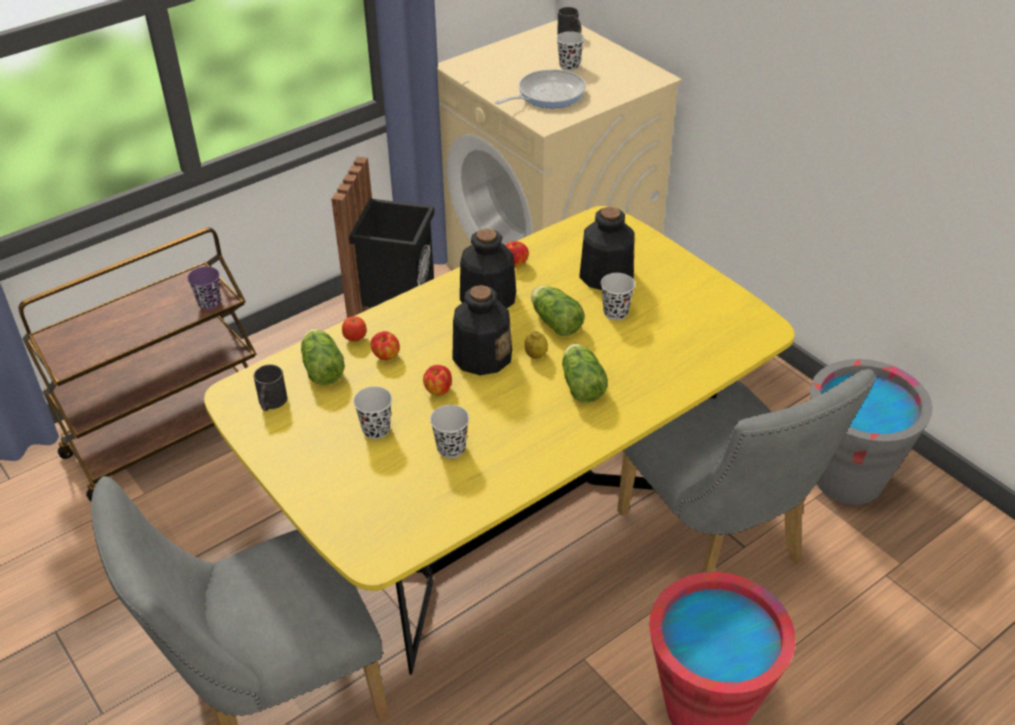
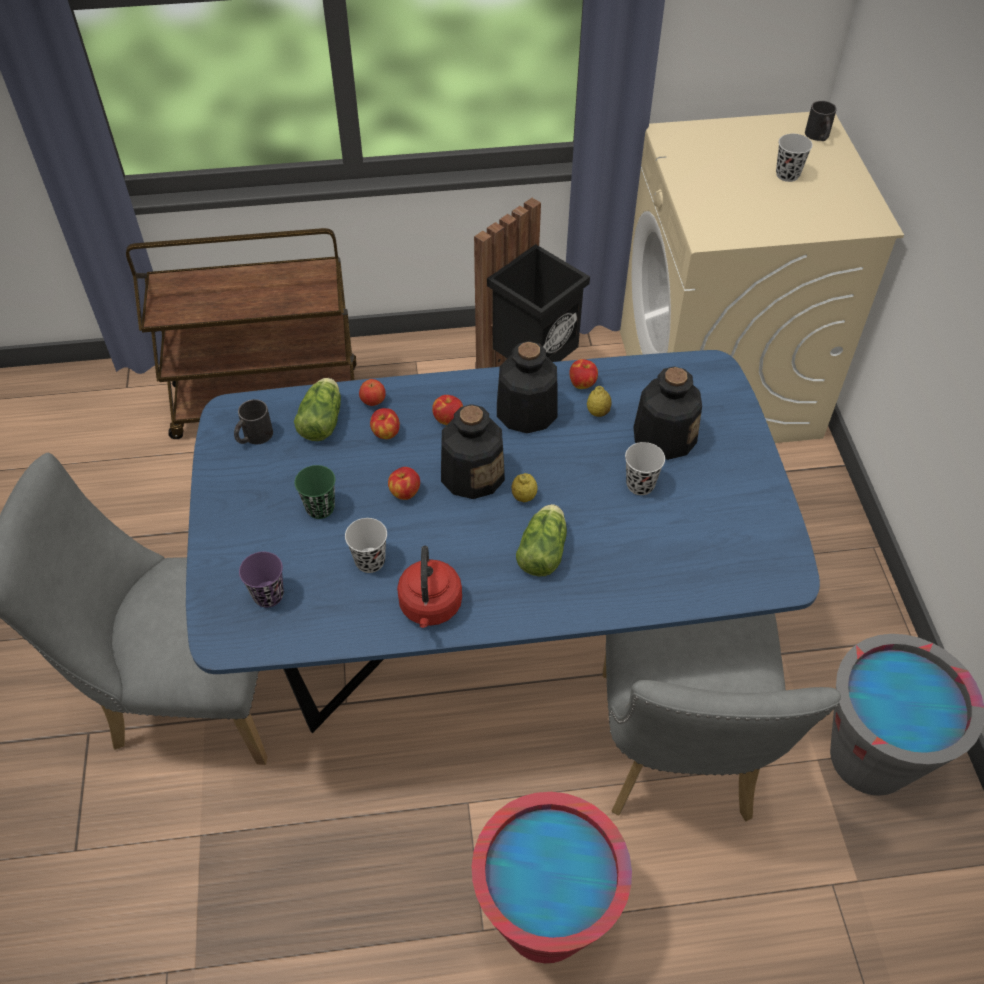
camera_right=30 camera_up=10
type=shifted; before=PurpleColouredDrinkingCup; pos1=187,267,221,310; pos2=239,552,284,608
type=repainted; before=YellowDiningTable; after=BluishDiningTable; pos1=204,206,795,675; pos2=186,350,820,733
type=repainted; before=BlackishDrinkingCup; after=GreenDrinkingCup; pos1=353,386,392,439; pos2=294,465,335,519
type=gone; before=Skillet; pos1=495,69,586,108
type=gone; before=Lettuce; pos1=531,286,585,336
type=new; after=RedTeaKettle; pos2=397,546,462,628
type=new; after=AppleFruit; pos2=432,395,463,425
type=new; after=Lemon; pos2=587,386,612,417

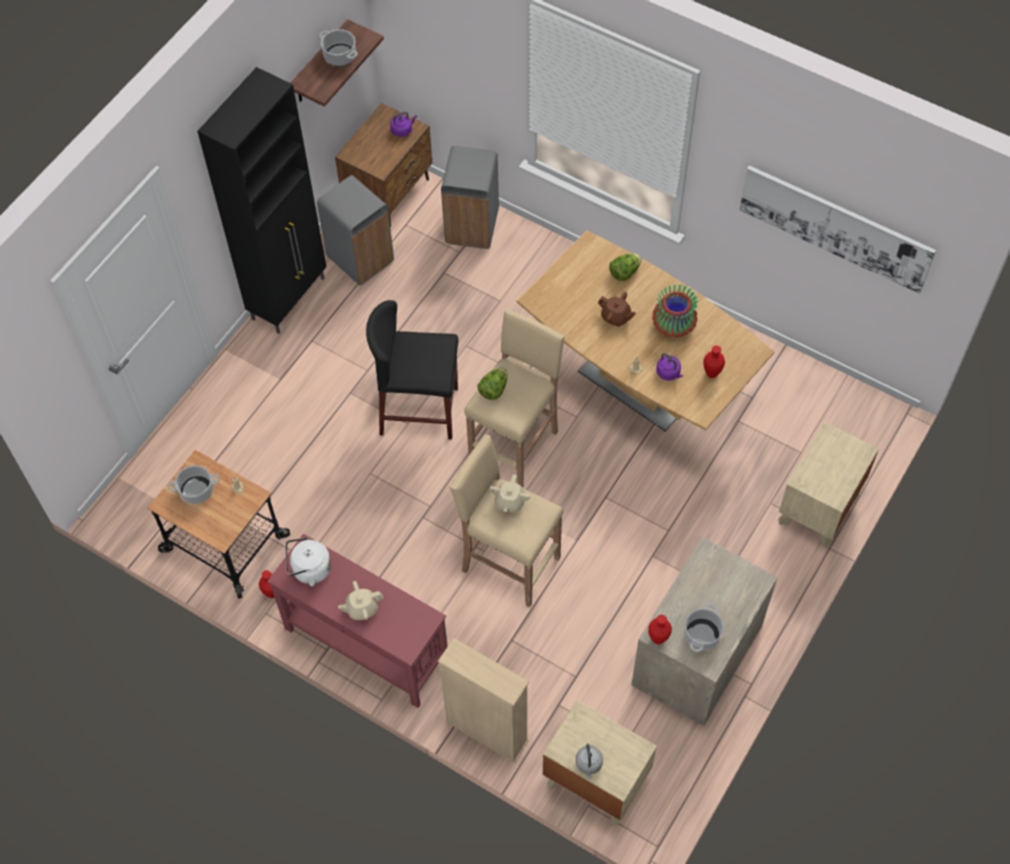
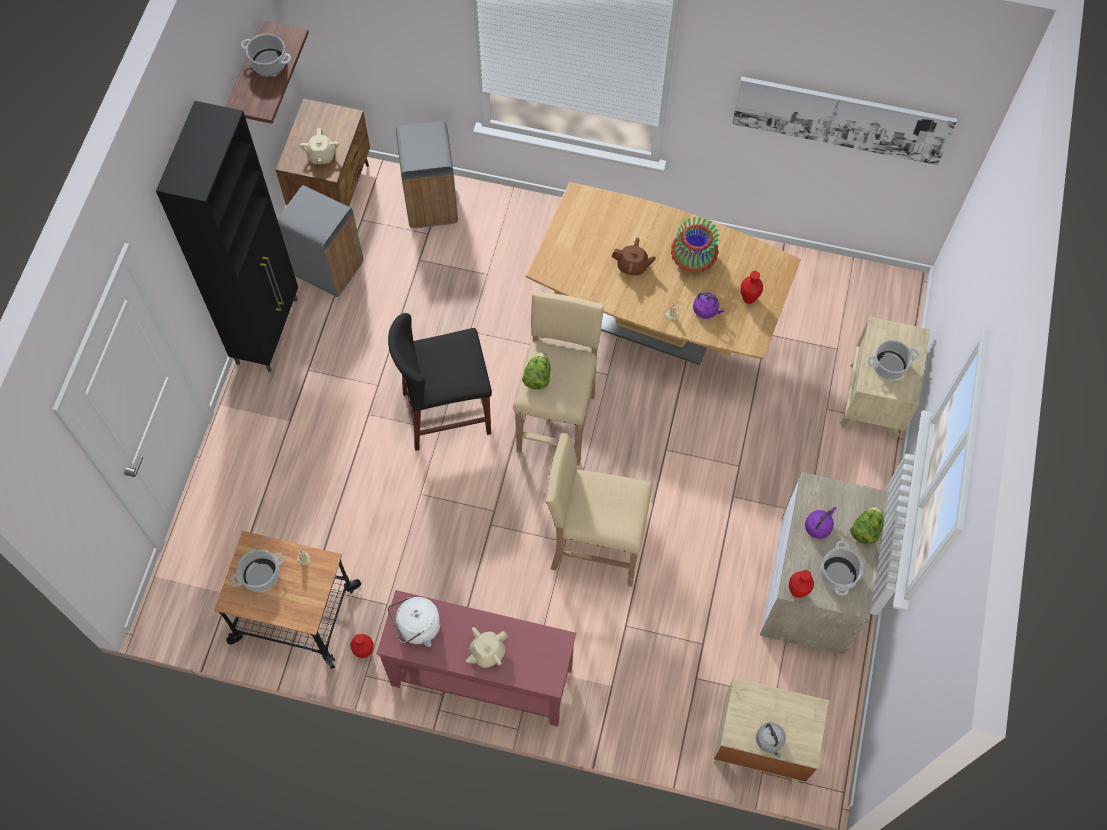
camera_right=-20 camera_up=5
type=shifted; before=PurpleColouredTeaKettle; pos1=390,112,417,137; pos2=805,507,836,539
type=gone; before=BeigeBookcase; pos1=438,638,529,763
type=shifted; before=BeigePotForTea; pos1=489,474,530,513; pos2=299,128,339,164
type=shifted; before=Lettuce; pos1=609,253,642,281; pos2=850,506,884,545
type=new; after=CookingPot; pos2=868,340,919,380

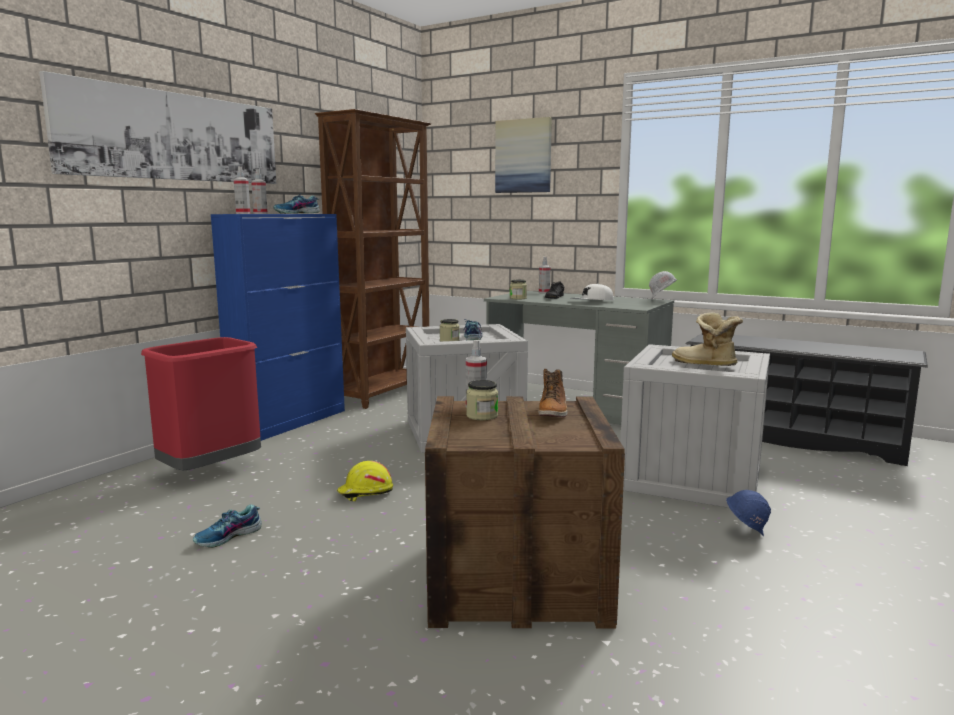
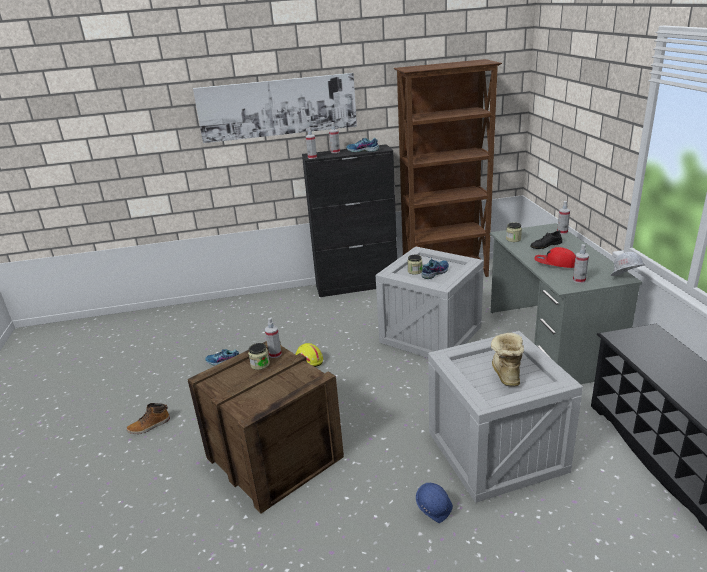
camera_right=50 camera_up=15
type=gone; before=RedWasteBin; pos1=141,337,261,471
type=repainted; before=BluishCabinet; after=BlackishCabinet; pos1=211,214,345,441; pos2=302,144,397,297
type=gone; before=WallPicture; pos1=495,117,552,193
type=shifted; before=Boot; pos1=539,369,568,417; pos2=127,403,170,434
type=repainted; before=WhitishPeakedCap; after=RedPeakedCap; pos1=571,283,614,300; pos2=534,247,575,268
type=new; after=HandSprayer; pos2=573,244,589,283

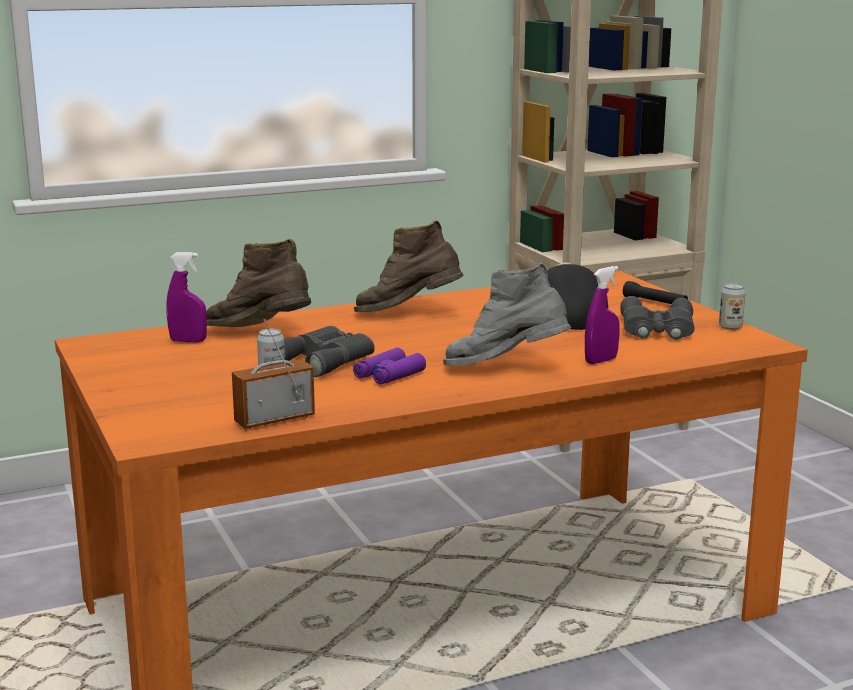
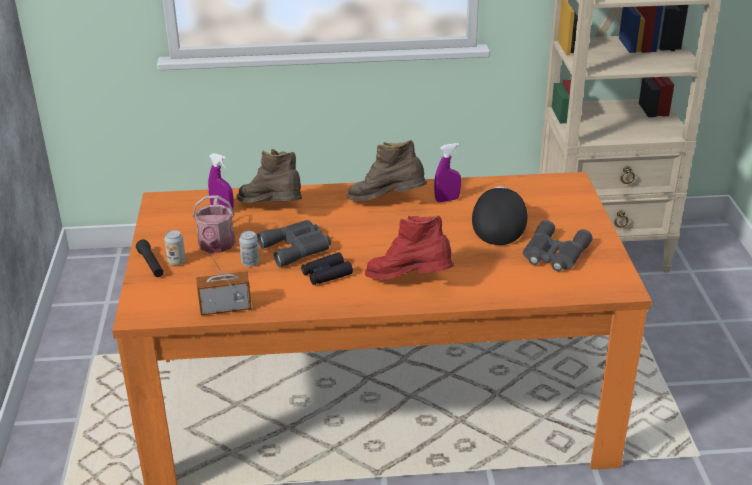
camera_right=20 camera_up=15
type=repainted; before=PurpleColouredPairOfBinoculars; after=BlackishPairOfBinoculars; pos1=353,348,426,385; pos2=301,252,353,285
type=repainted; before=GreyBoot; after=RedBoot; pos1=443,263,571,366; pos2=365,215,454,280
type=shifted; before=PurpleColouredHandSprayer; pos1=585,266,620,364; pos2=434,143,461,202
type=shifted; before=BlackishTorch; pos1=623,281,688,304; pos2=136,239,164,277
type=shifted; before=Can; pos1=719,283,746,330; pos2=164,230,186,266
type=new; after=WateringPot; pos2=193,195,235,253

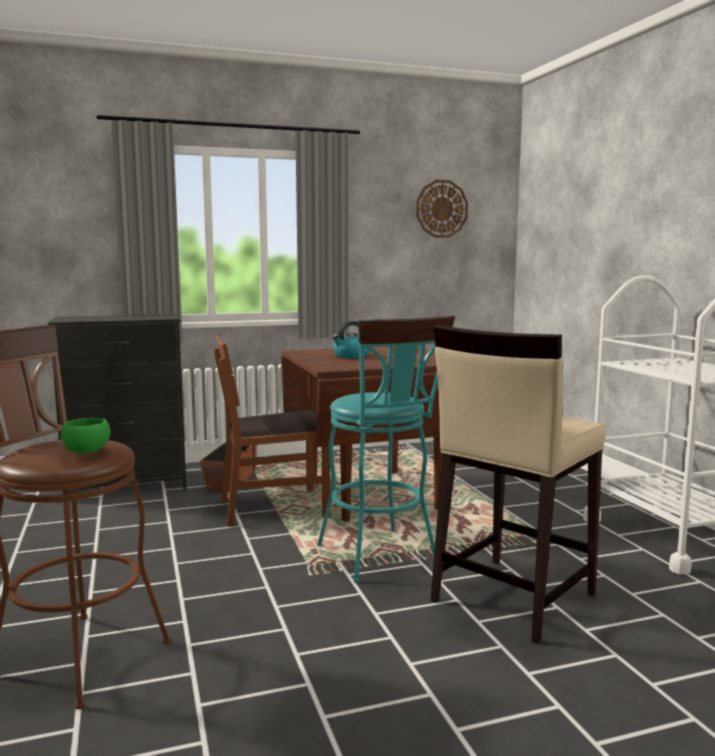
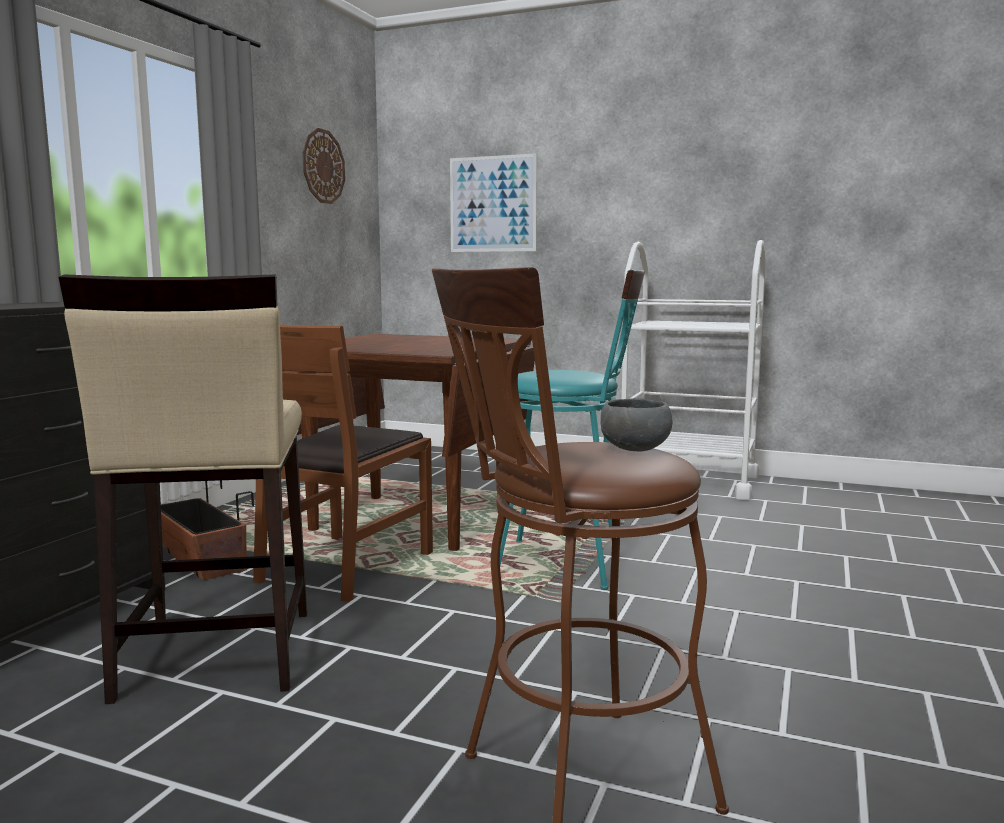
camera_right=-50 camera_up=0
type=repainted; before=GreenBowl; after=GreyBowl; pos1=61,418,110,454; pos2=601,398,672,451
type=gone; before=TeaKettle; pos1=332,321,370,358
type=shifted; before=BeigeSittingStool; pos1=430,325,606,644; pos2=59,274,307,704
type=new; after=WallPicture; pos2=450,153,537,252

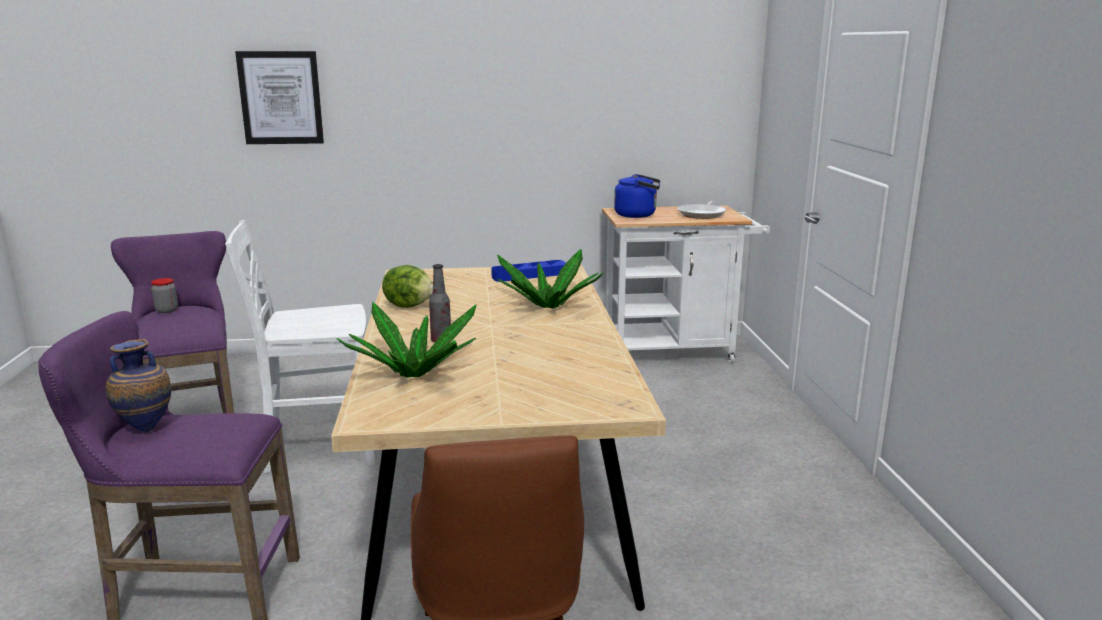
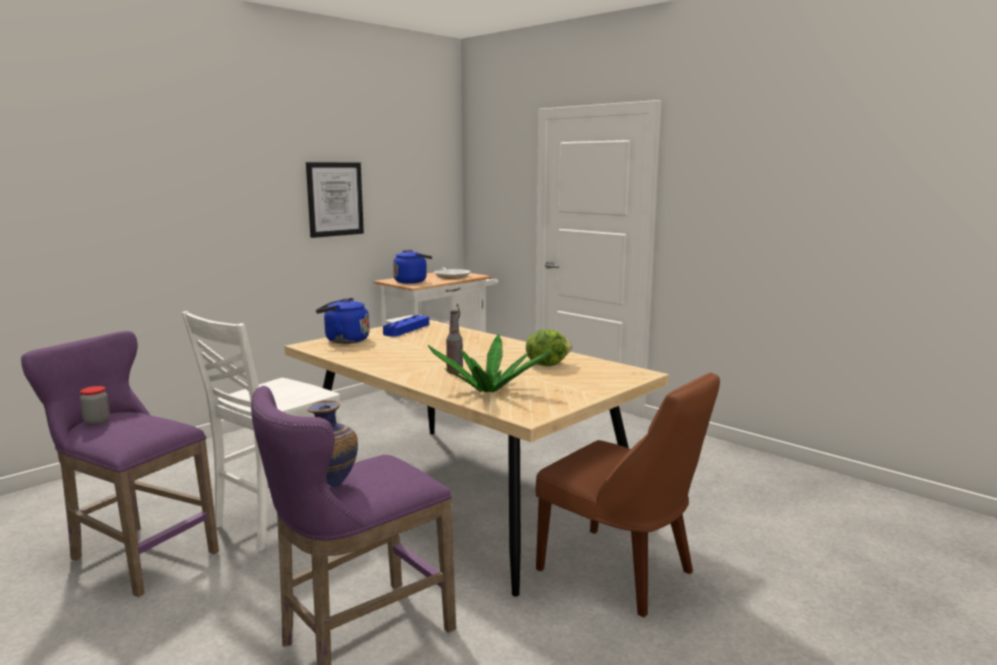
camera_right=-40 camera_up=-5
type=shifted; before=WallPicture; pos1=235,51,324,144; pos2=306,162,364,238
type=shifted; before=Lettuce; pos1=382,265,433,308; pos2=526,329,572,366
type=gone; before=PottedPlant; pos1=497,249,603,309
type=new; after=BluishTeaKettle; pos2=316,298,369,344

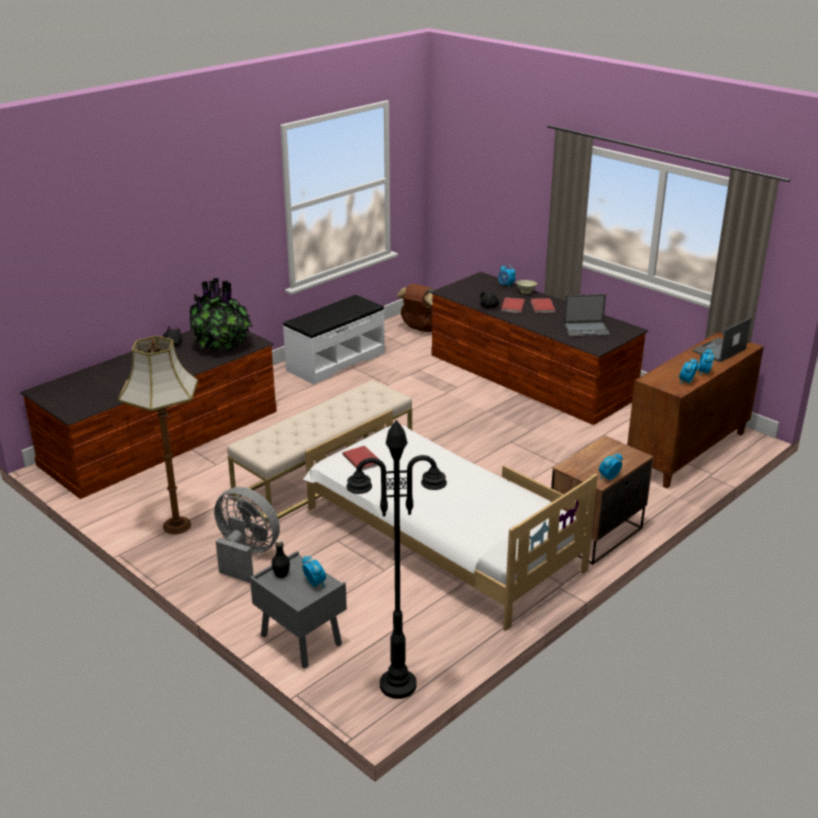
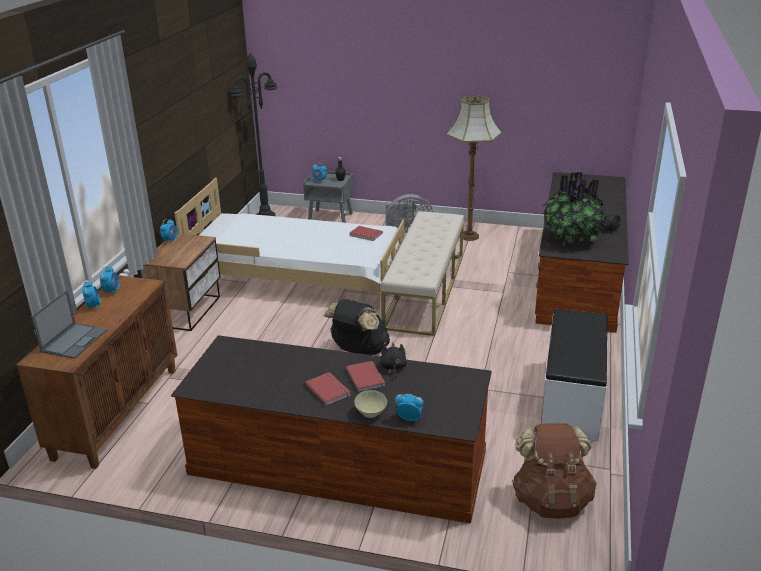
camera_right=150 camera_up=0
type=gone; before=NotebookComputer; pos1=563,294,611,337
type=new; after=BlackishKnapsack; pos2=323,299,390,355

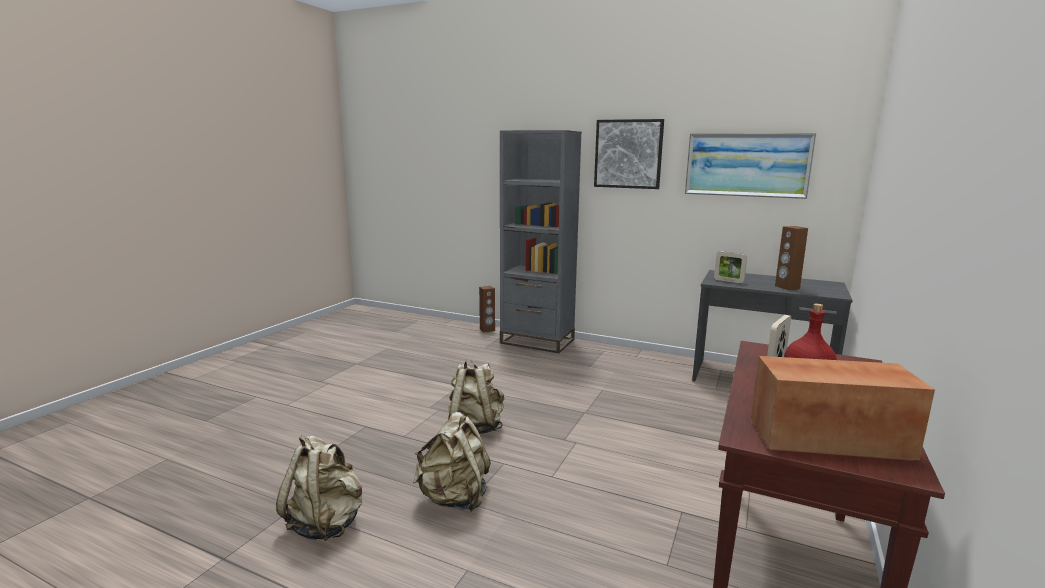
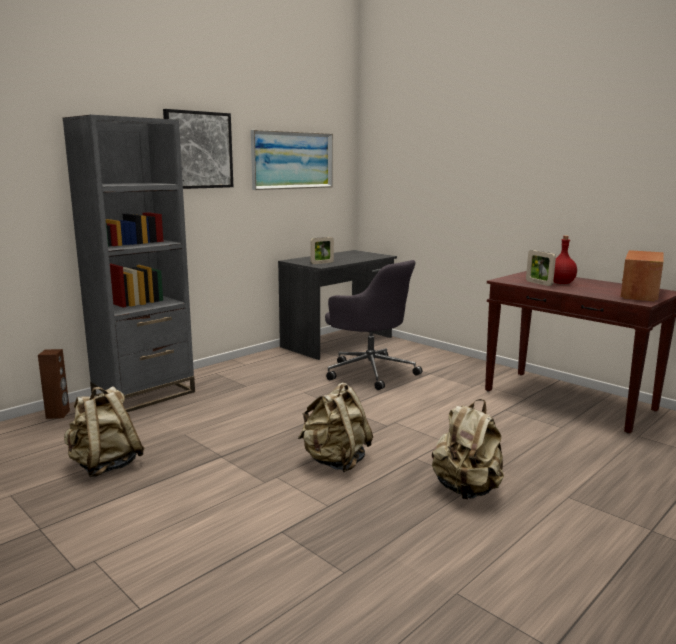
camera_right=-70 camera_up=0
type=shifted; before=BeigeKnapsack; pos1=276,435,362,541; pos2=64,386,145,477
type=gone; before=BrownAudioSpeaker; pos1=775,226,808,290
type=new; after=GreyOfficeChair; pos2=325,260,422,390

